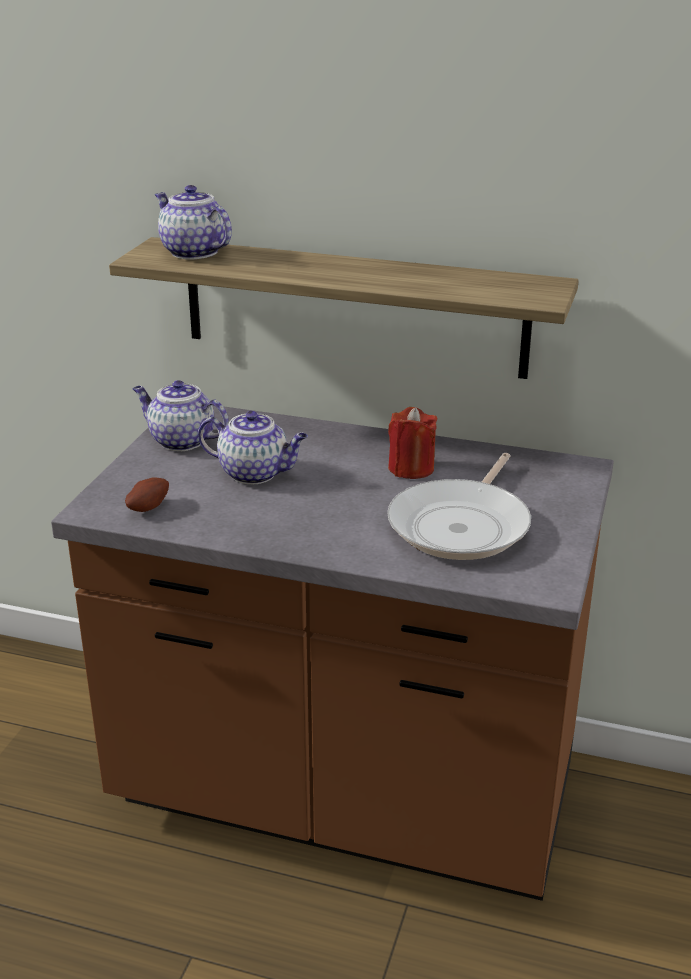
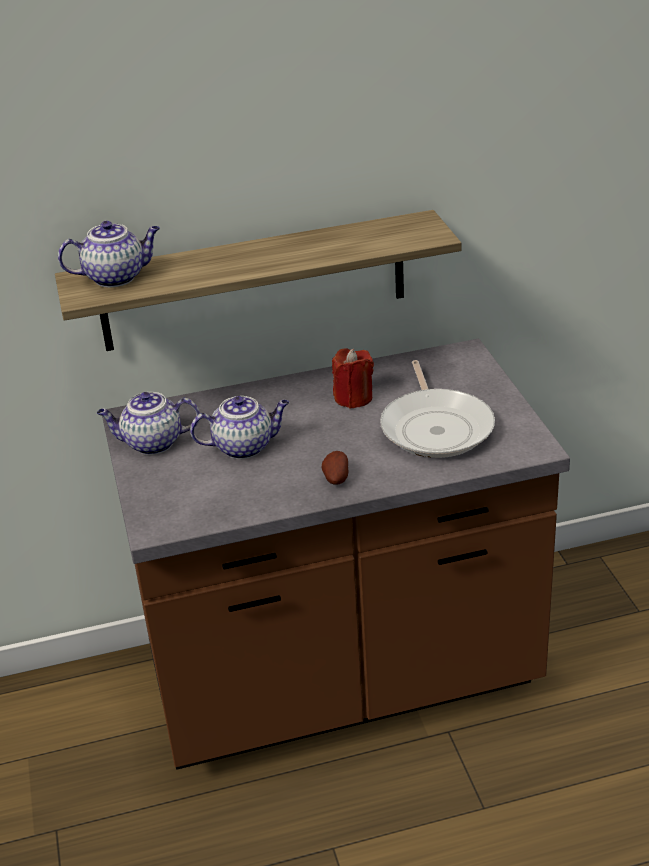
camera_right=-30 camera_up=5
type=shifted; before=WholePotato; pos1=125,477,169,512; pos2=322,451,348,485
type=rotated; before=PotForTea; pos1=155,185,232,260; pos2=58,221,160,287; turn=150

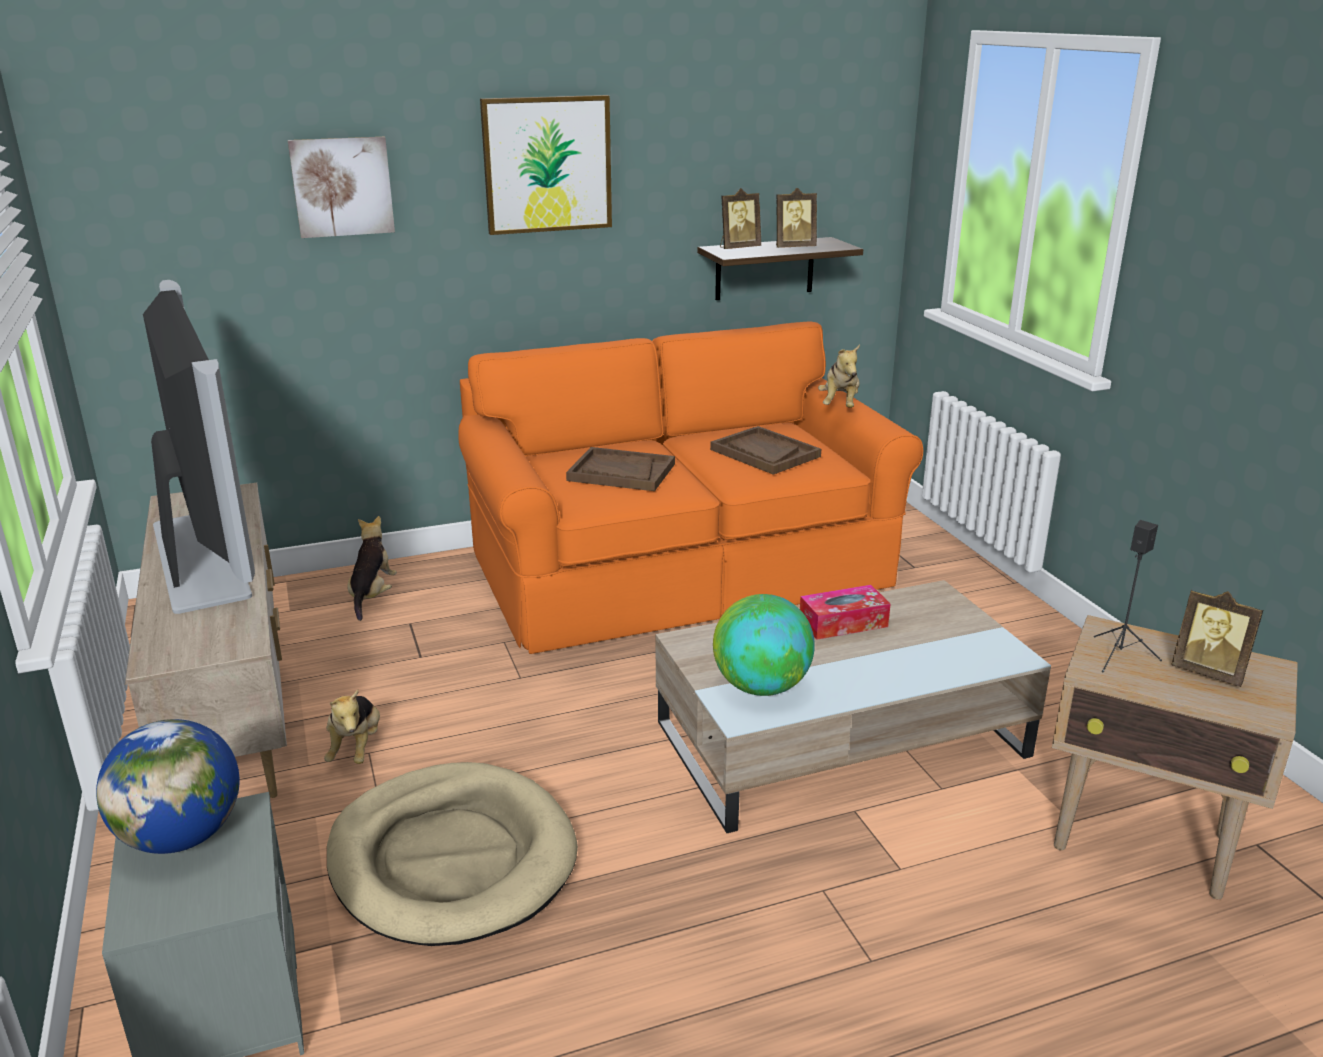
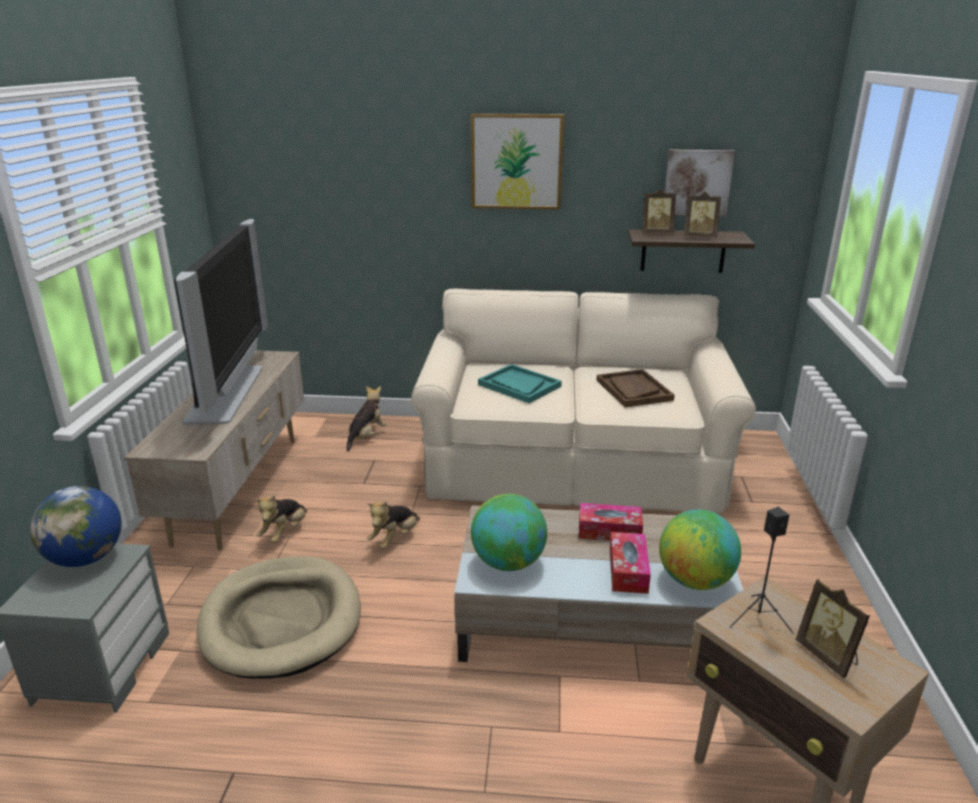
camera_right=25 camera_up=0
type=shifted; before=WallPicture; pos1=288,137,395,238; pos2=665,150,735,216
type=repainted; before=OrangeColouredSofa; after=BeigeSofa; pos1=458,322,923,654; pos2=411,289,756,513
type=repainted; before=BrownCarryingTray; after=TurquoiseColouredCarryingTray; pos1=566,447,675,491; pos2=478,364,562,403
type=shifted; before=CuddlyToy; pos1=818,344,860,408; pos2=367,501,420,549
type=new; after=TissueBox; pos2=610,532,651,594
type=new; after=WorldGlobe; pos2=659,509,741,590

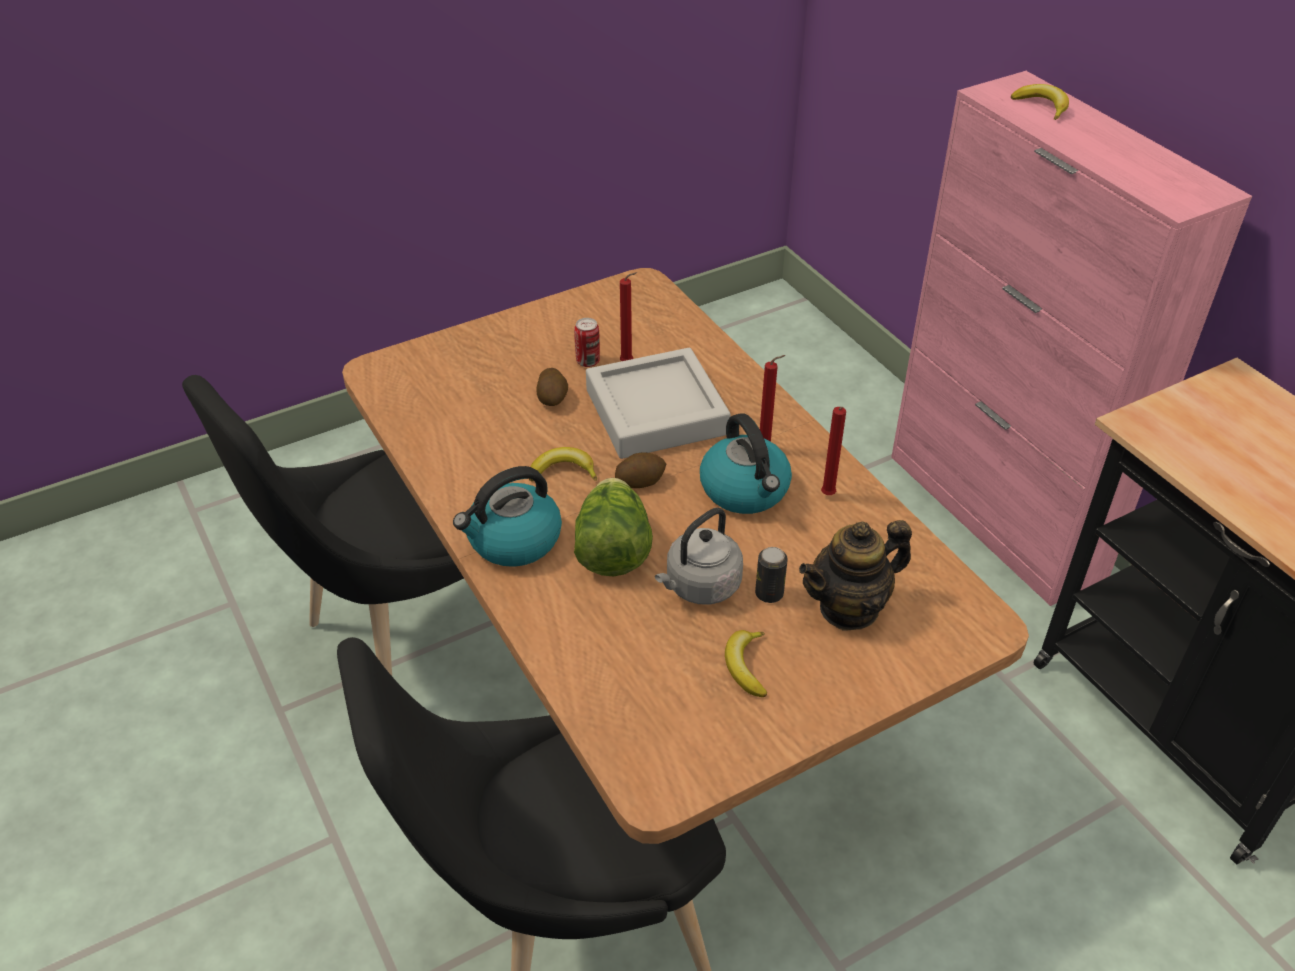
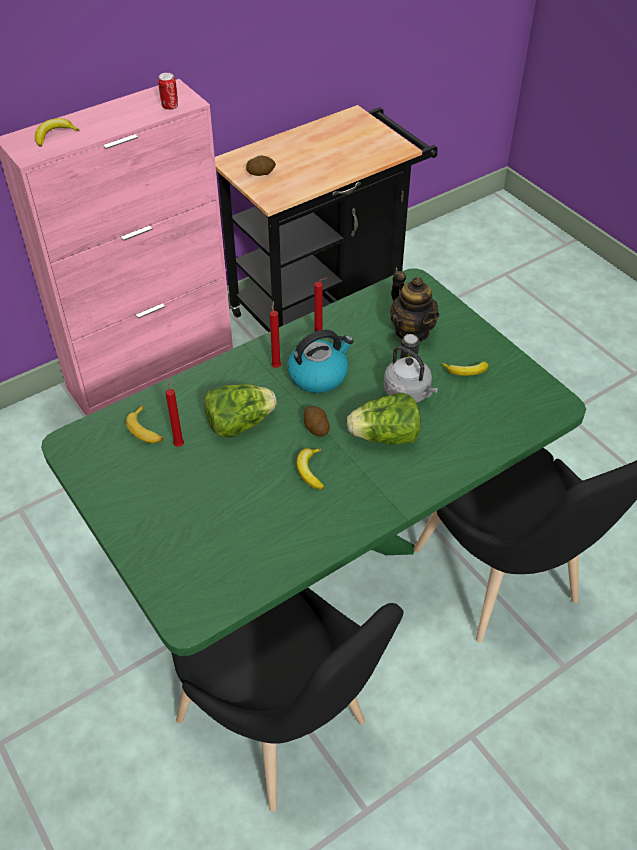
camera_right=-95 camera_up=5
type=repainted; before=BrownDiningTable; after=GreenDiningTable; pos1=342,268,1029,844; pos2=41,268,586,656
type=gone; before=TeaKettle; pos1=453,466,562,567
type=shifted; before=WholePotato; pos1=536,368,568,406; pos2=246,155,276,176
type=shifted; before=Can; pos1=574,318,600,367; pos2=158,73,178,110
type=swapped; before=GreyCarryingTray; after=Lettuce; pos1=586,348,731,459; pos2=204,384,277,438
type=new; after=WholeBanana; pos2=126,405,163,443

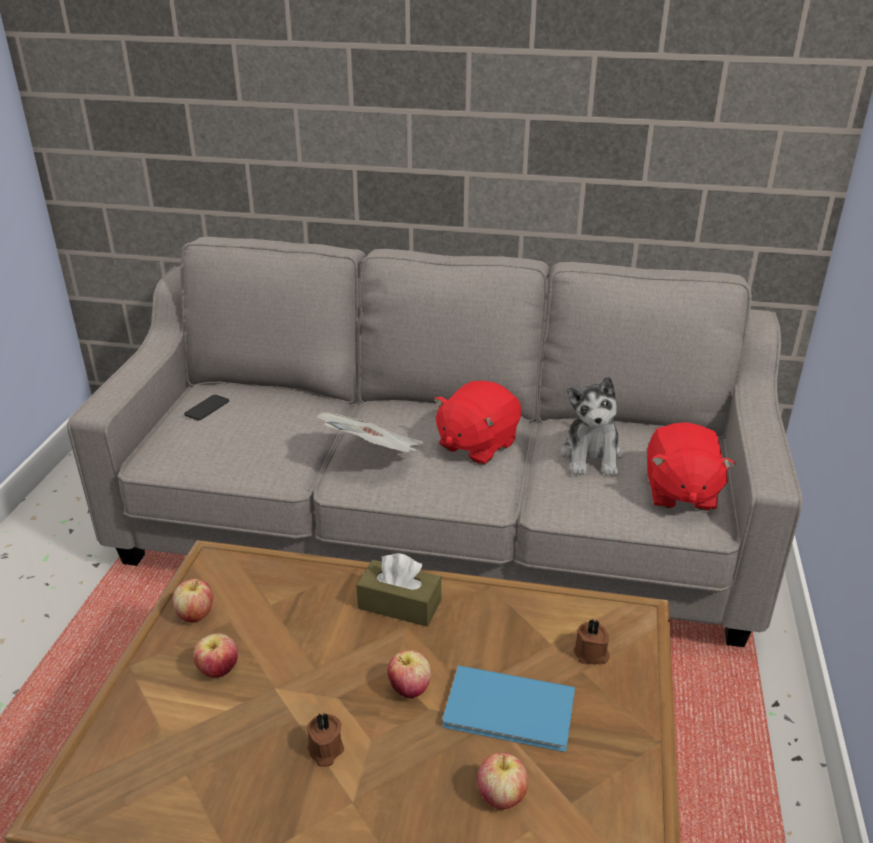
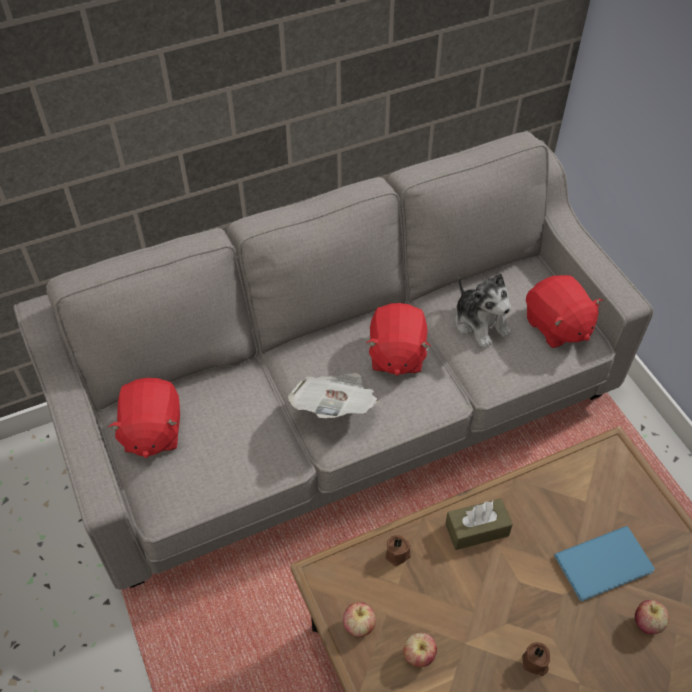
camera_right=-35 camera_up=20
type=swapped; before=Telephone; after=RedCuddlyToy; pos1=184,395,229,420; pos2=108,378,180,458
type=gone; before=AppleFruit; pos1=387,650,431,698
type=shifted; before=BrownCandle; pos1=574,619,610,664; pos2=385,535,411,566

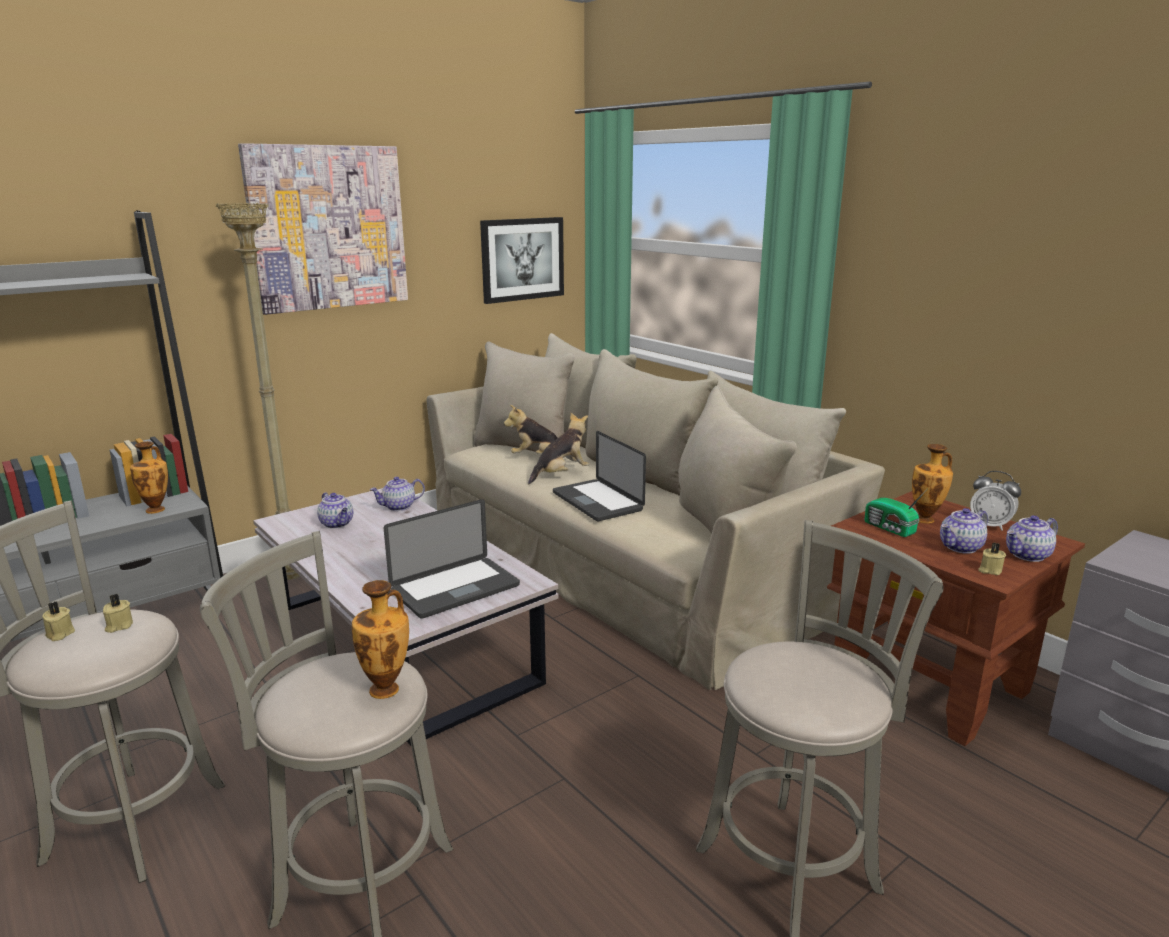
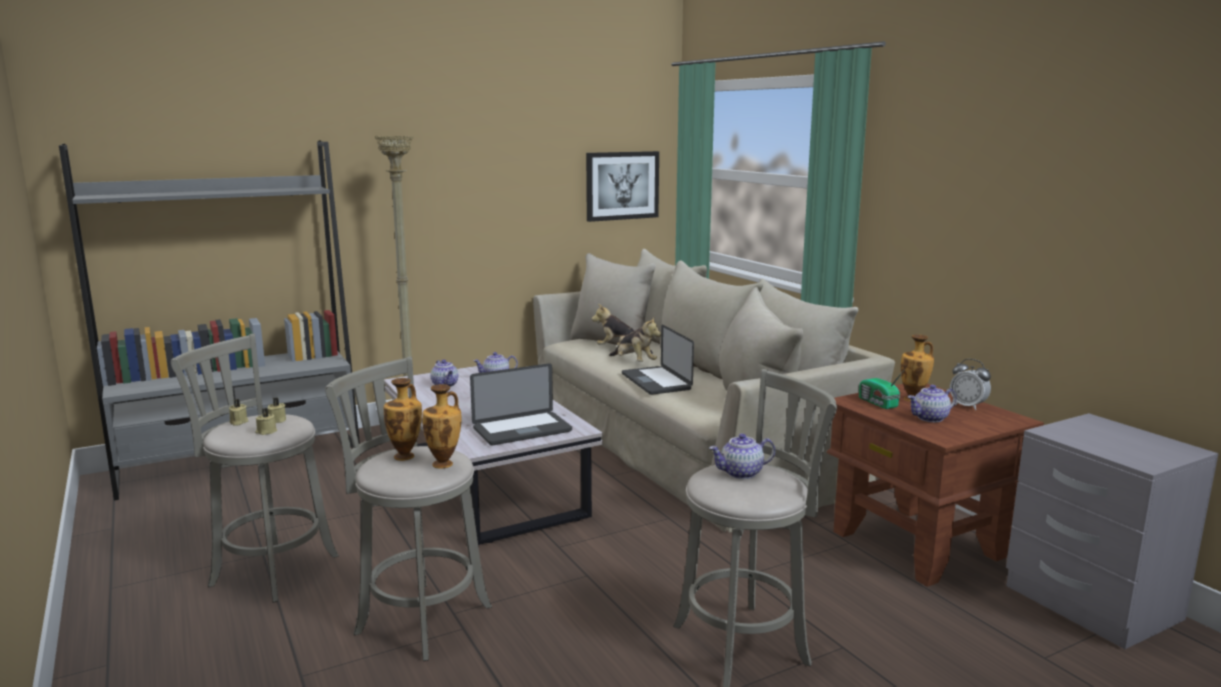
camera_right=10 camera_up=-5
type=shifted; before=DecorativeVase; pos1=130,441,168,514; pos2=384,378,422,461
type=gone; before=WallPicture; pos1=238,143,408,315
type=rotated; before=CuddlyToy; pos1=528,413,589,485; pos2=609,317,661,362; turn=75
type=shifted; before=BeigeCandle; pos1=978,542,1006,575; pos2=255,408,277,435
type=shifted; before=PotForTea; pos1=1006,515,1058,562; pos2=709,434,775,479

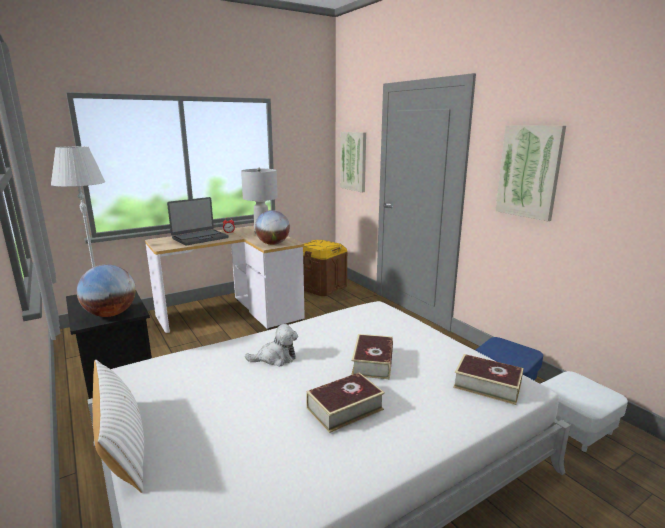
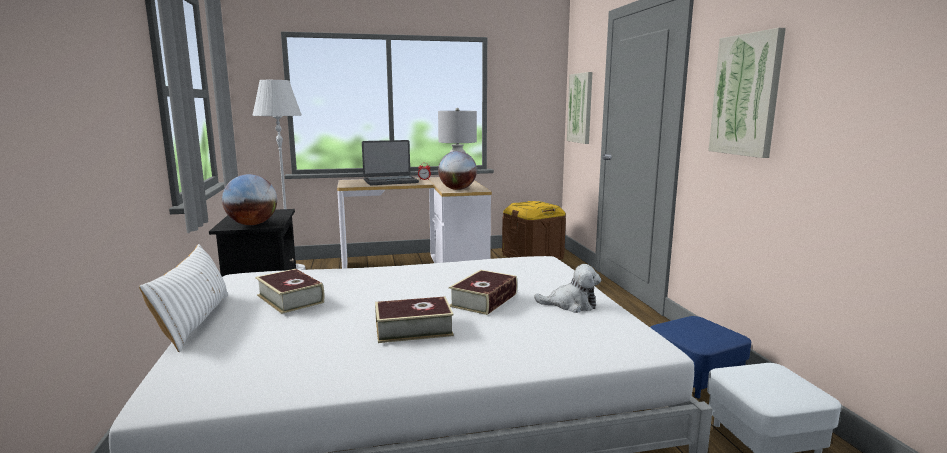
camera_right=20 camera_up=-5
type=shifted; before=CuddlyToy; pos1=245,324,298,367; pos2=534,264,601,313
type=shifted; before=Volume; pos1=453,354,523,405; pos2=255,269,324,314

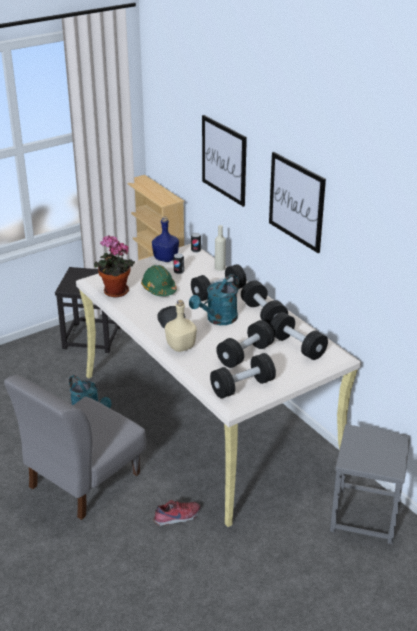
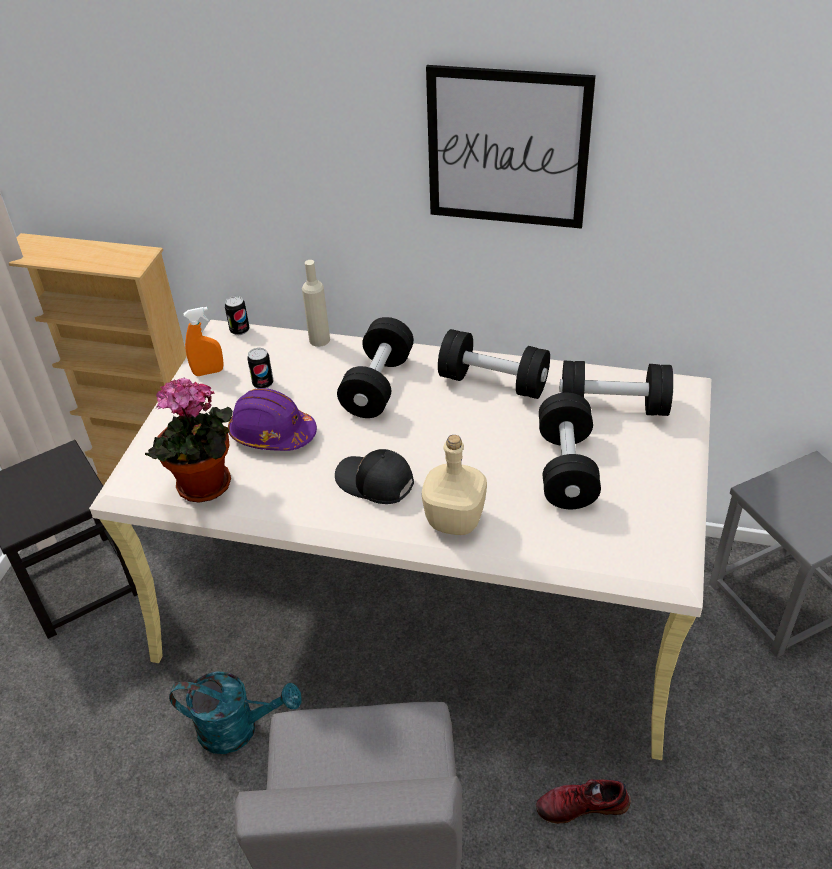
camera_right=-40 camera_up=10
type=repainted; before=GreenHardHat; after=PurpleColouredHardHat; pos1=141,265,177,296; pos2=228,388,317,451
type=swapped; before=BluishBottle; after=OrangeColouredHandSprayer; pos1=152,217,179,262; pos2=183,307,224,376
type=rotated; before=ItemOfFootwear; pos1=153,500,200,526; pos2=536,779,631,824; turn=-120
type=gone; before=TurquoiseColouredWateringPot; pos1=189,274,239,325
type=gone; before=WallPicture; pos1=202,115,247,207
type=gone; before=BlackishFreeWeight; pos1=210,353,276,399

